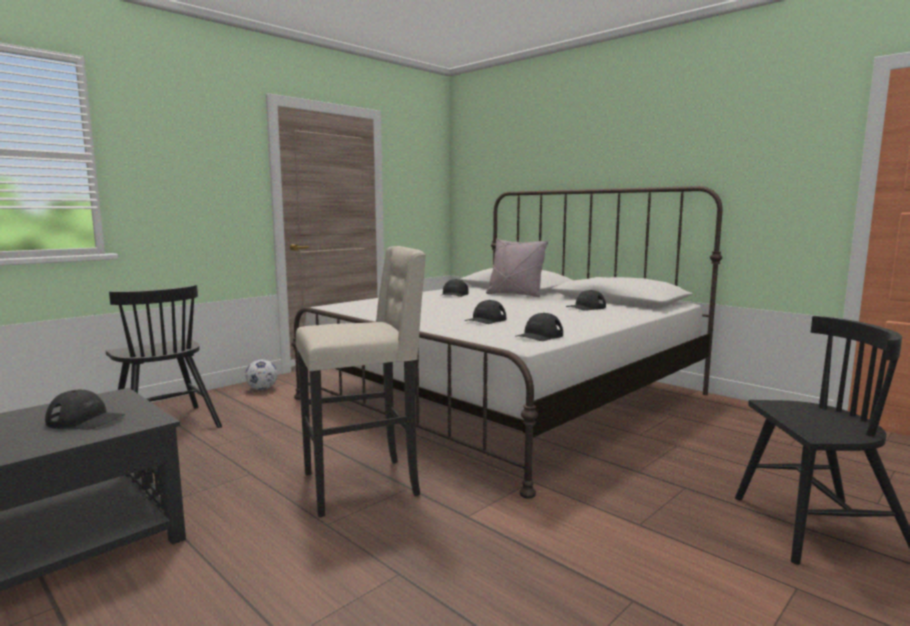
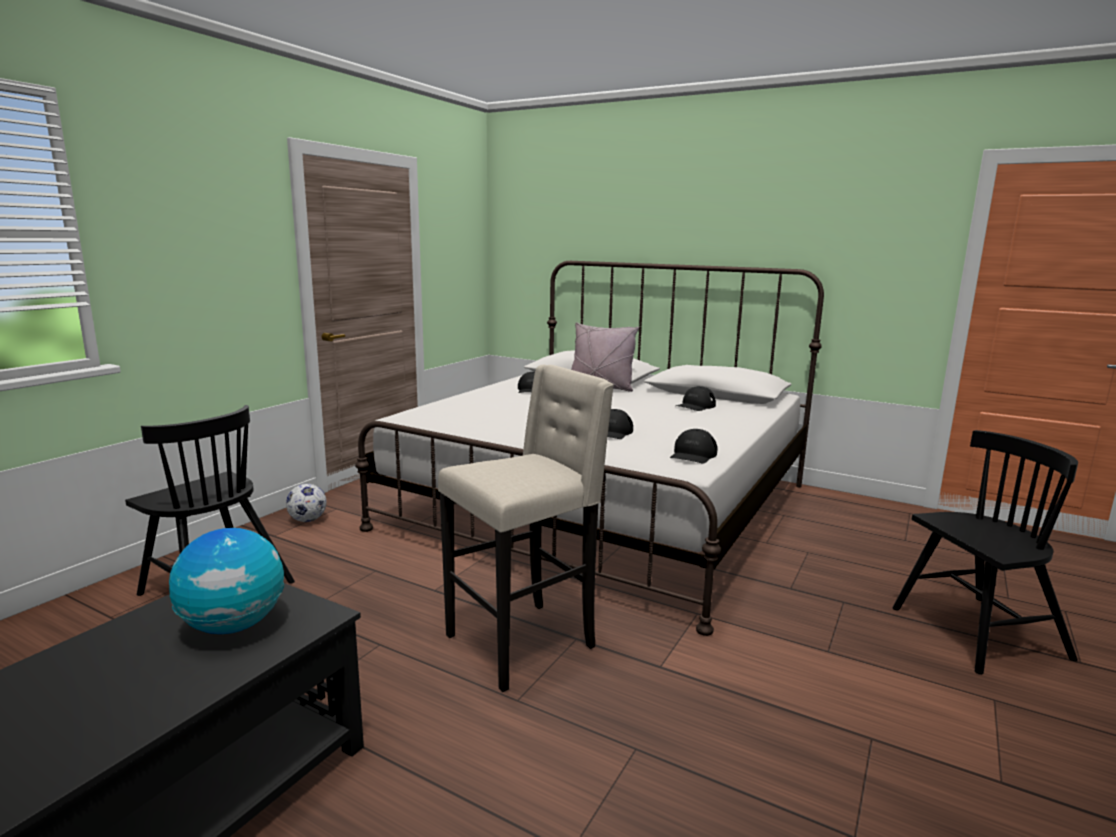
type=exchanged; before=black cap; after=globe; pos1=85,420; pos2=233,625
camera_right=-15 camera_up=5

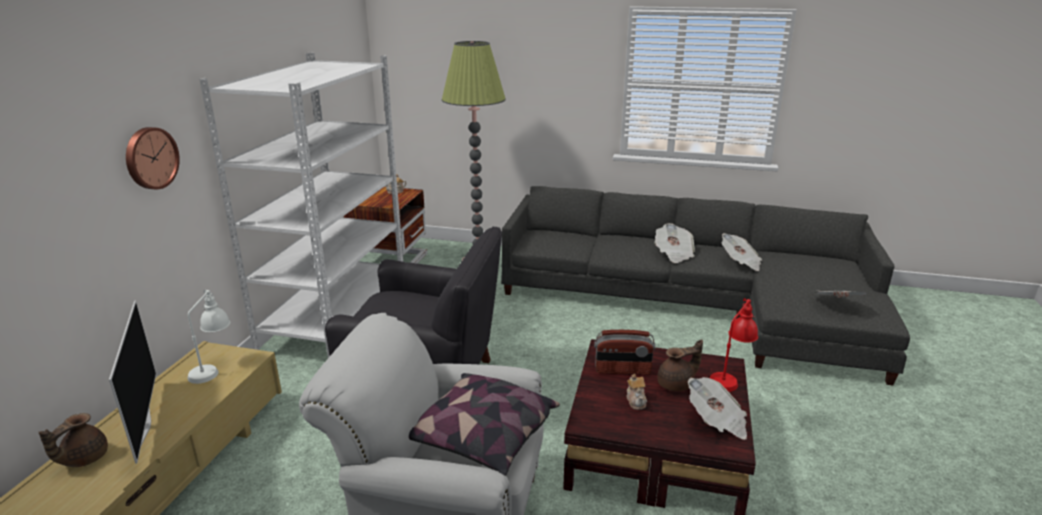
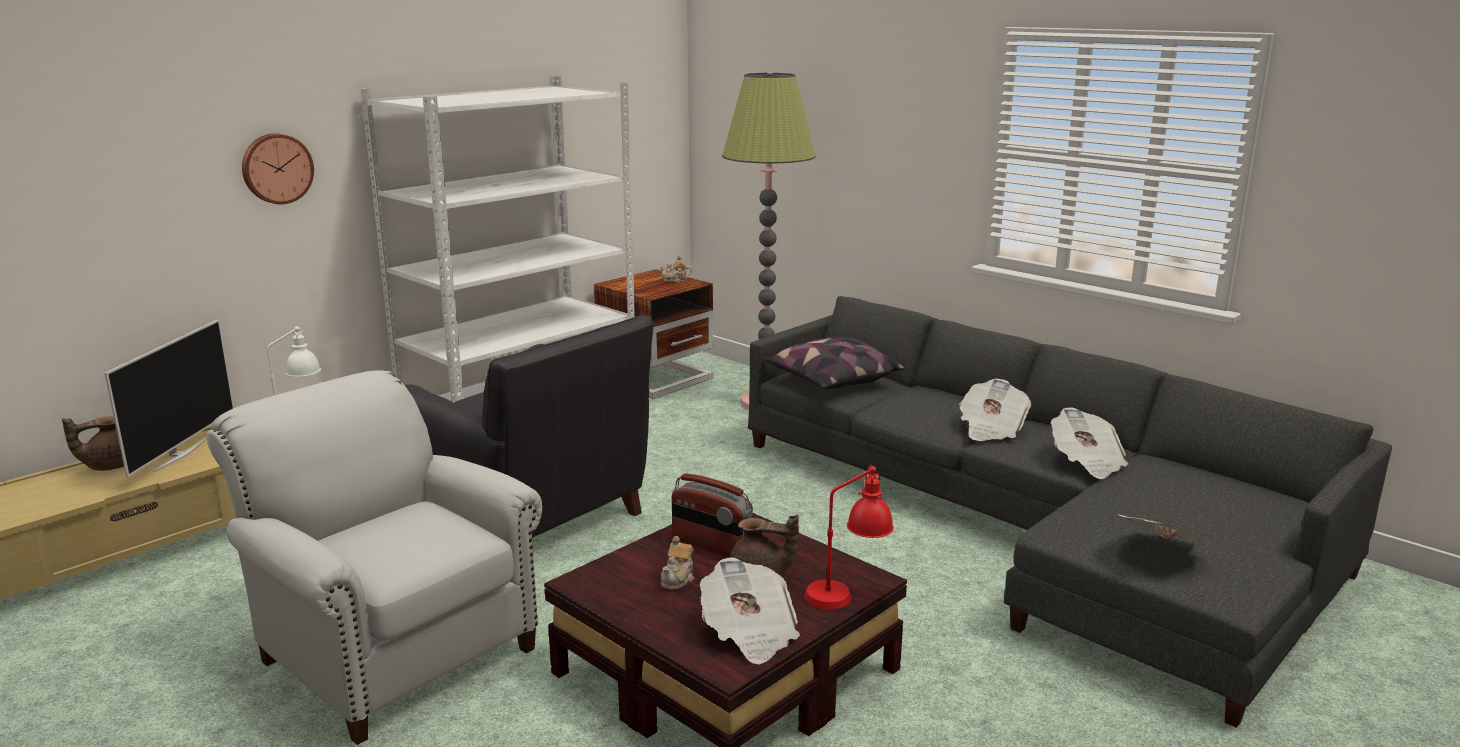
type=relocated; before=pillow; pos1=483,438; pos2=832,382
camera_right=30 camera_up=-5

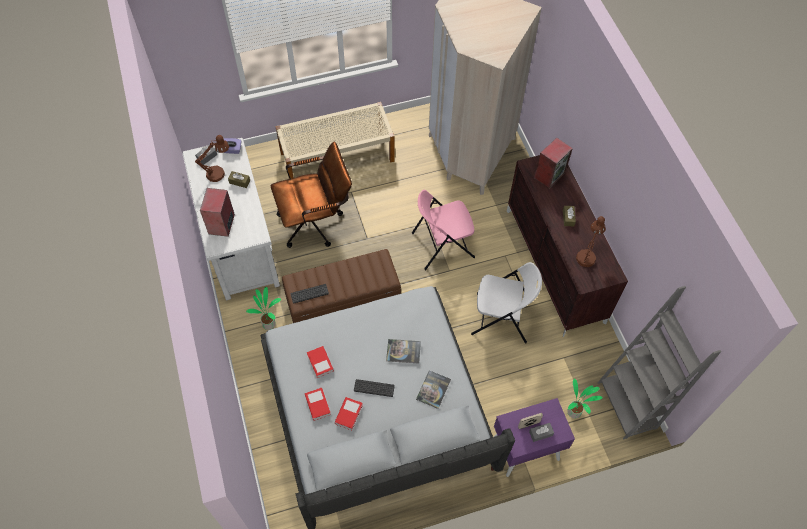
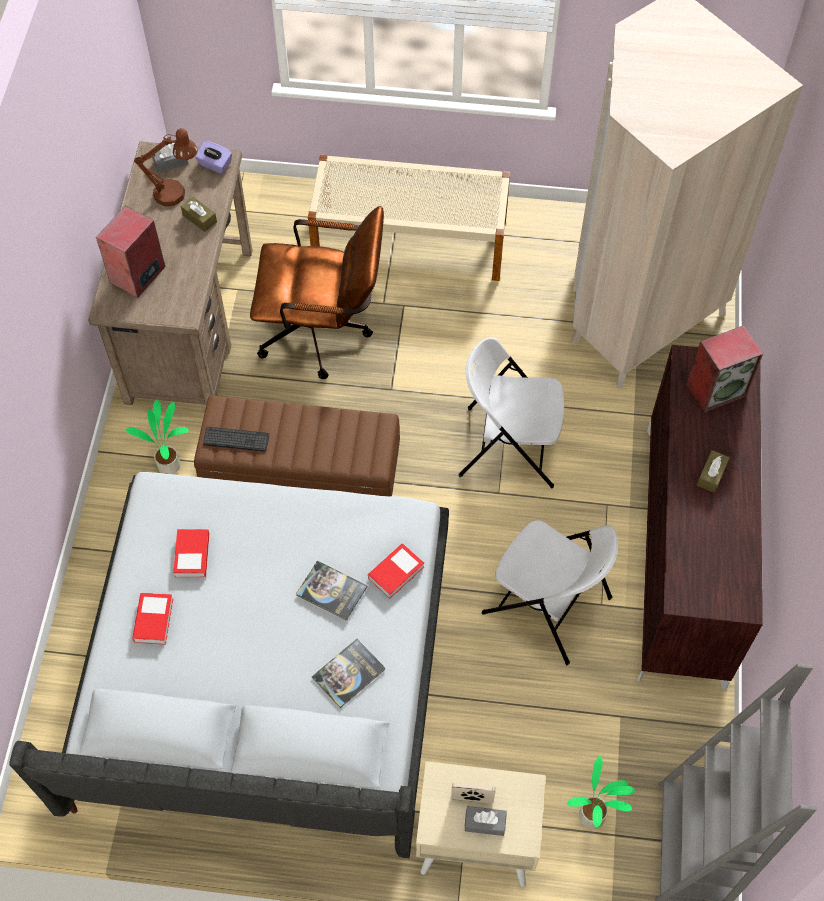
type=colour; before=white desk; after=brown desk; pos1=240,244; pos2=189,324
type=relocated; before=book; pos1=348,414; pos2=396,573
type=colour; before=purple nightstand; after=beige nightstand; pos1=525,449; pos2=475,841
type=colour; before=pink chair; after=white chair; pos1=442,245; pos2=509,446
type=missing; before=keyboard; pos1=374,388
type=missing; before=brown table lamp; pos1=587,255
camera_right=25 camera_up=0

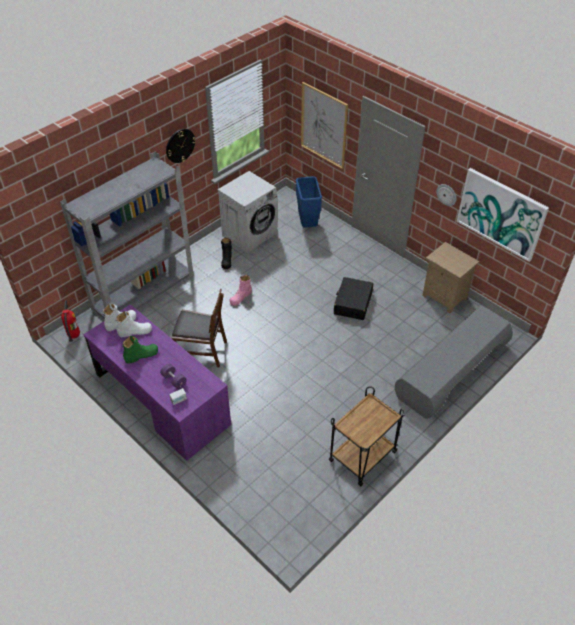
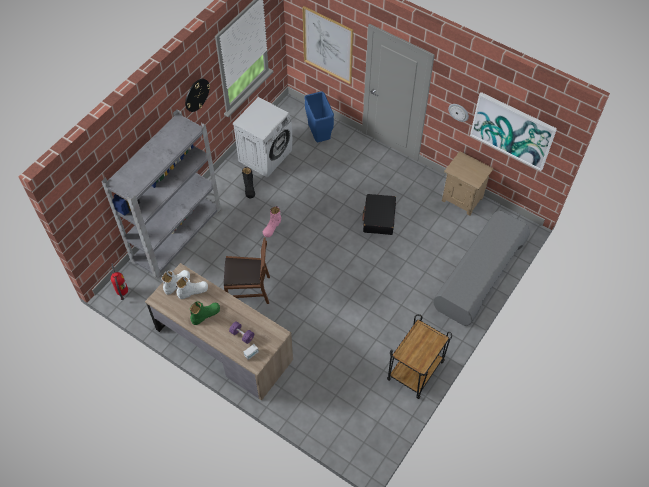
type=colour; before=purple desk; after=brown desk; pos1=161,399; pos2=223,344
camera_right=-10 camera_up=10

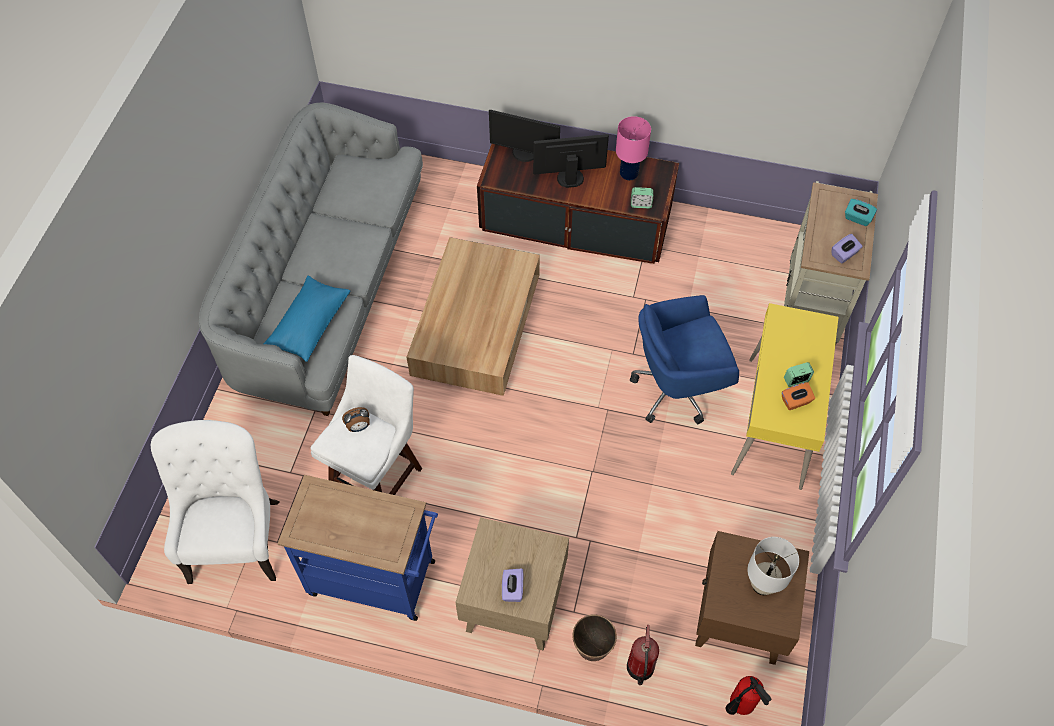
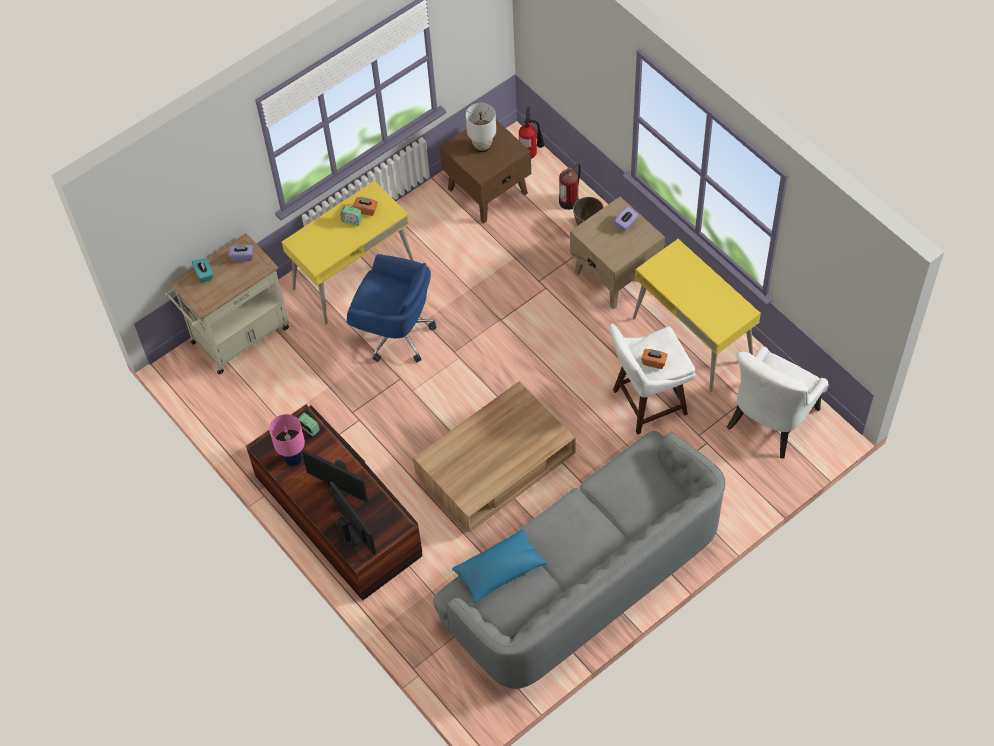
type=relocated; before=blue pillow; pos1=309,325; pos2=499,571
type=exchanged; before=blue cart; after=yellow desk; pos1=376,579; pos2=692,339
type=exchanged; before=alarm clock; after=orange tissue box; pos1=358,427; pos2=654,362
camera_right=-140 camera_up=0

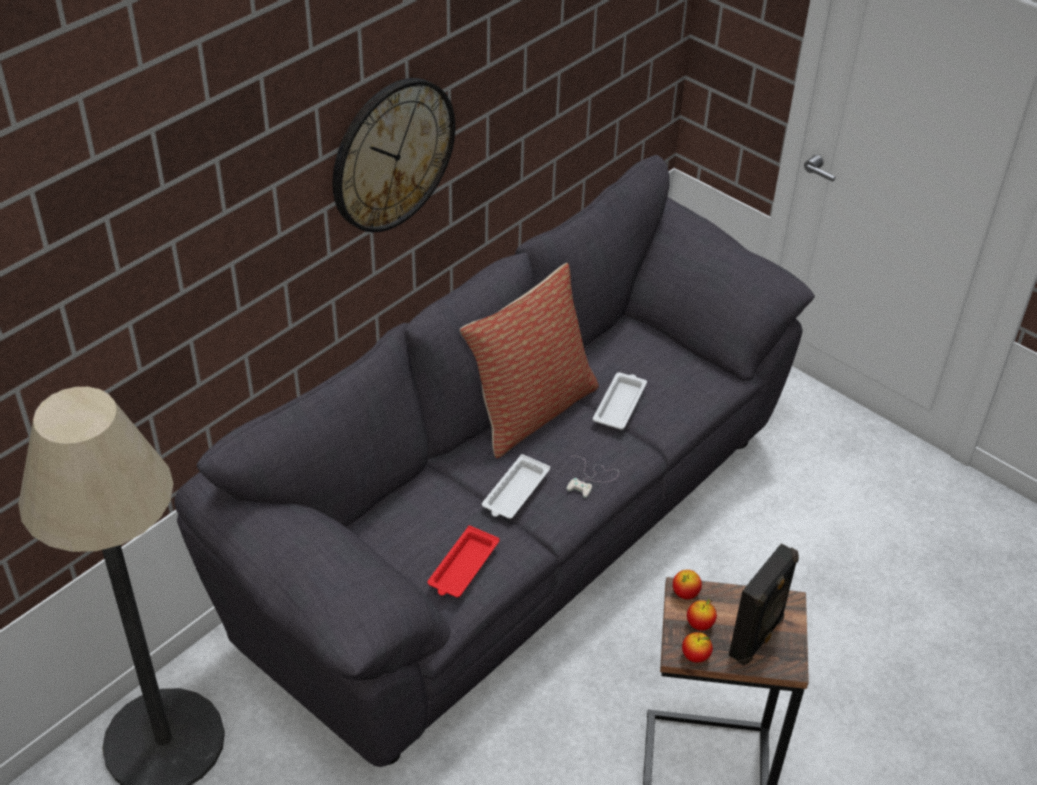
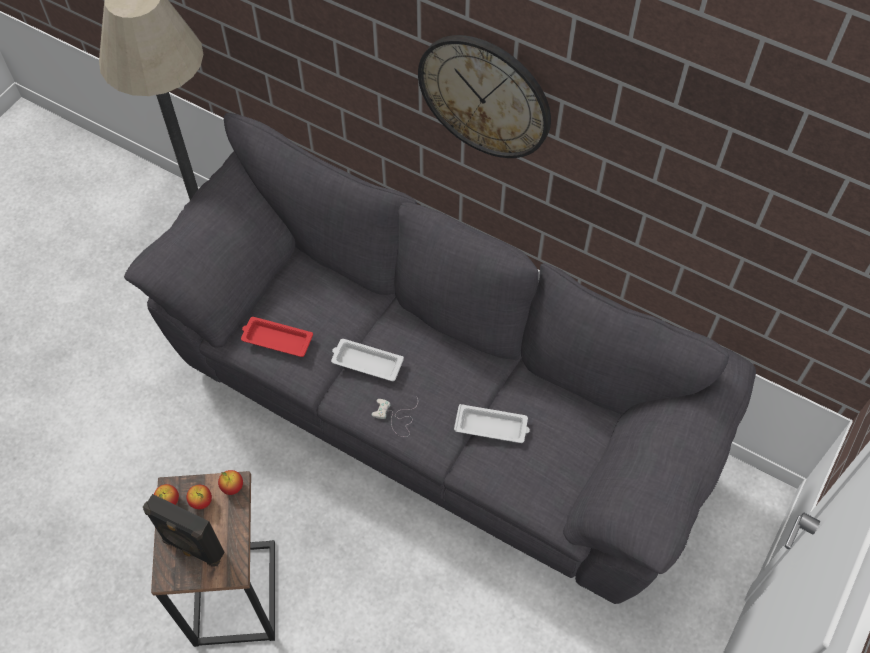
type=missing; before=pillow; pos1=530,409
camera_right=80 camera_up=15

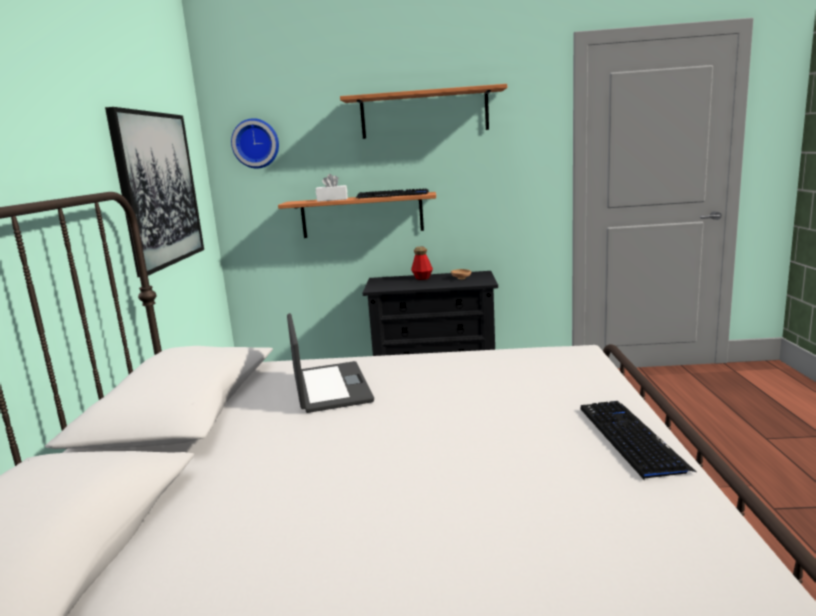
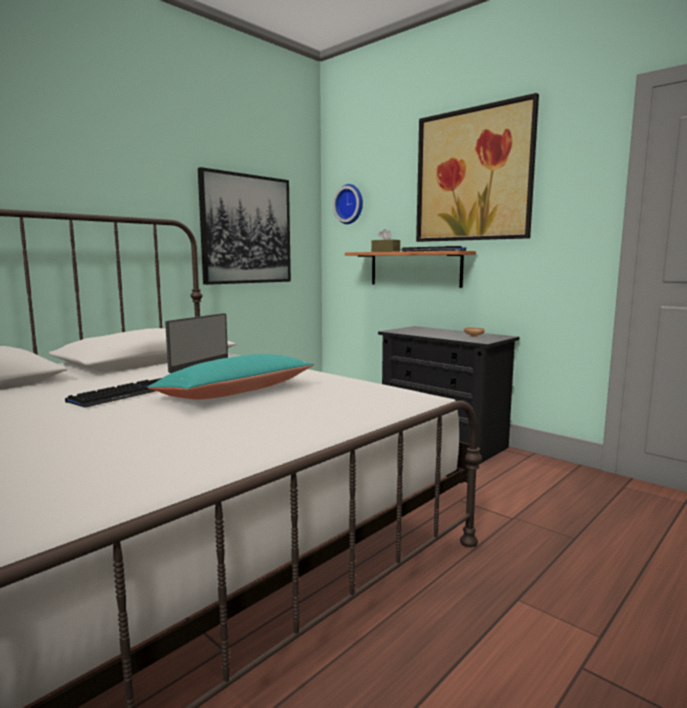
type=relocated; before=keyboard; pos1=630,439; pos2=127,394
type=appeared; after=turquoise pillow; pos2=235,393
type=colour; before=white tissue box; after=brown tissue box; pos1=332,199; pos2=385,251
type=exchanged; before=shelf; after=picture; pos1=424,113; pos2=473,175
type=missing; before=bottle; pos1=422,278
camera_right=40 camera_up=-5

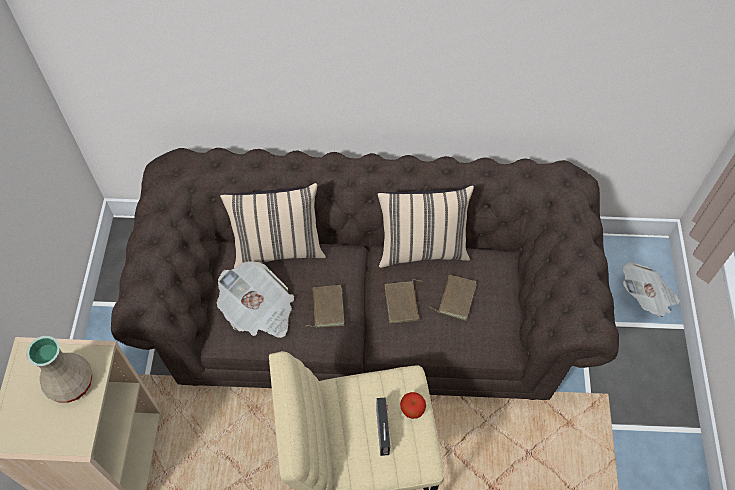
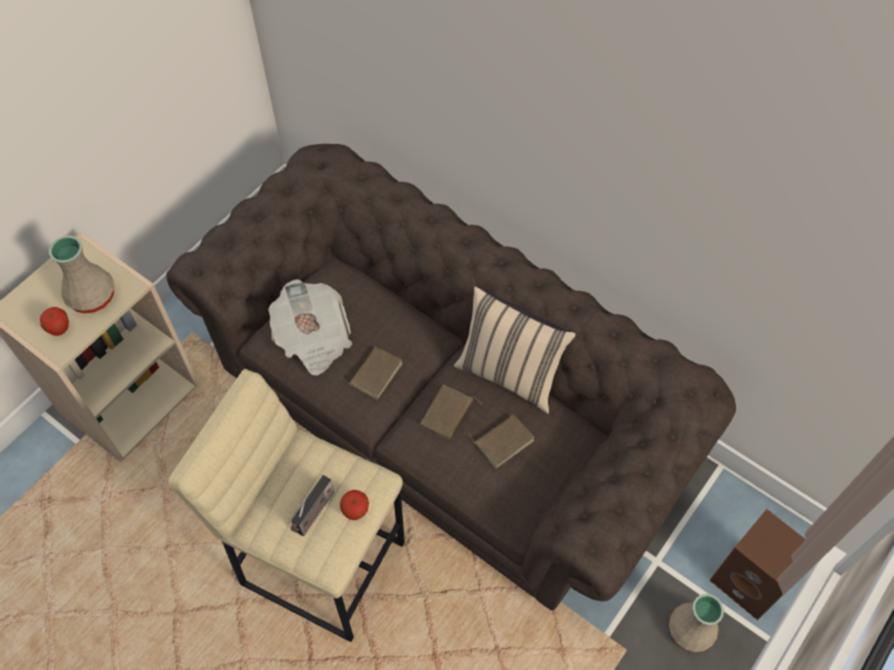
type=appeared; after=apple; pos2=60,330
type=appeared; after=beige vase; pos2=691,629
type=exchanged; before=newspaper; after=brown speaker; pos1=646,297; pos2=750,581
type=missing; before=beige pillow; pos1=278,248
camera_right=35 camera_up=0

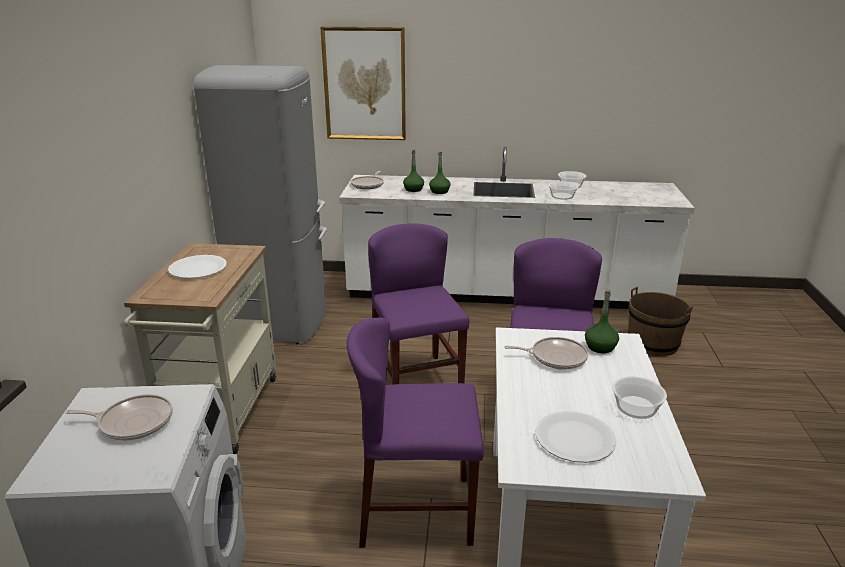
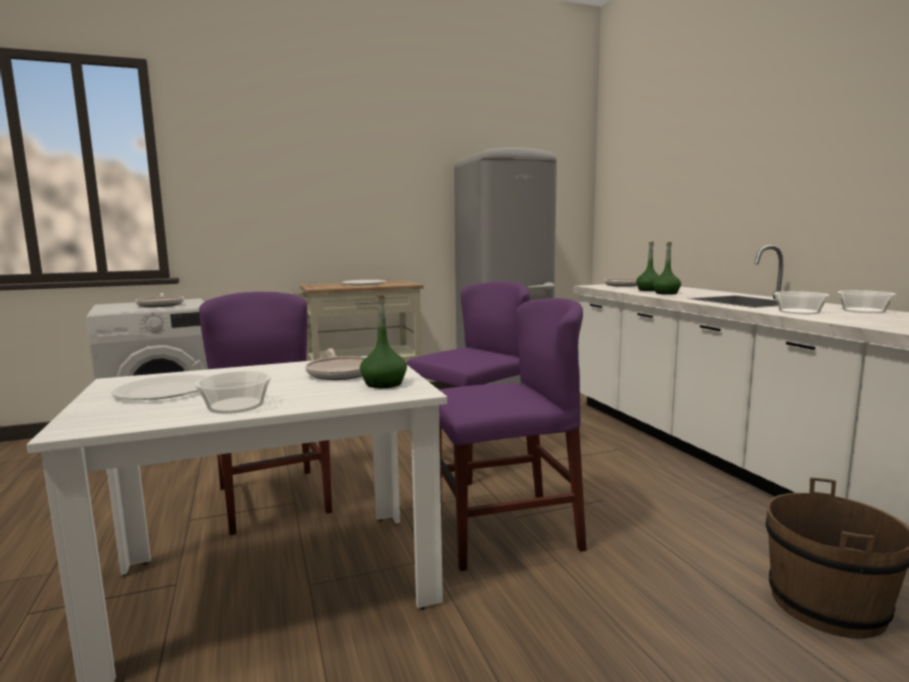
type=missing; before=picture; pos1=364,84
camera_right=65 camera_up=-15

